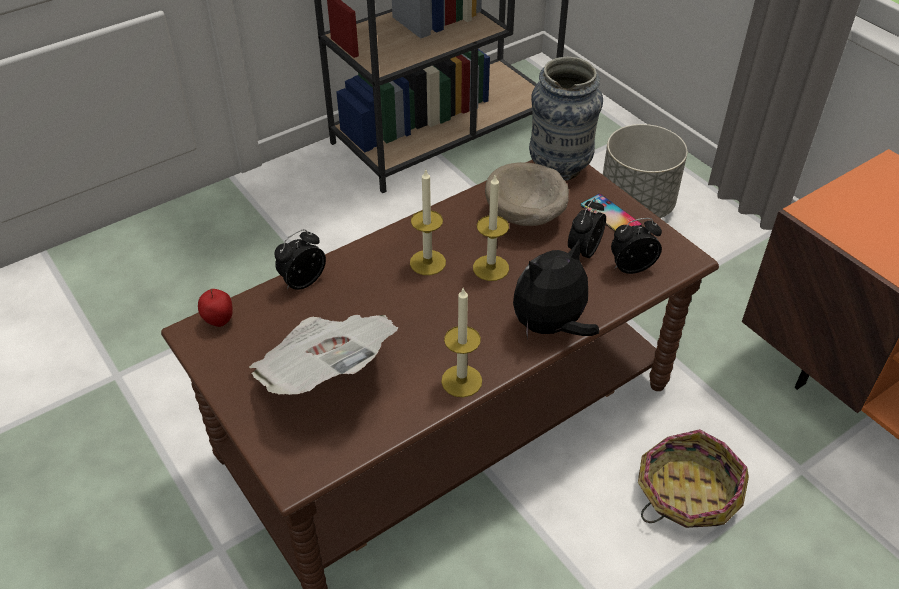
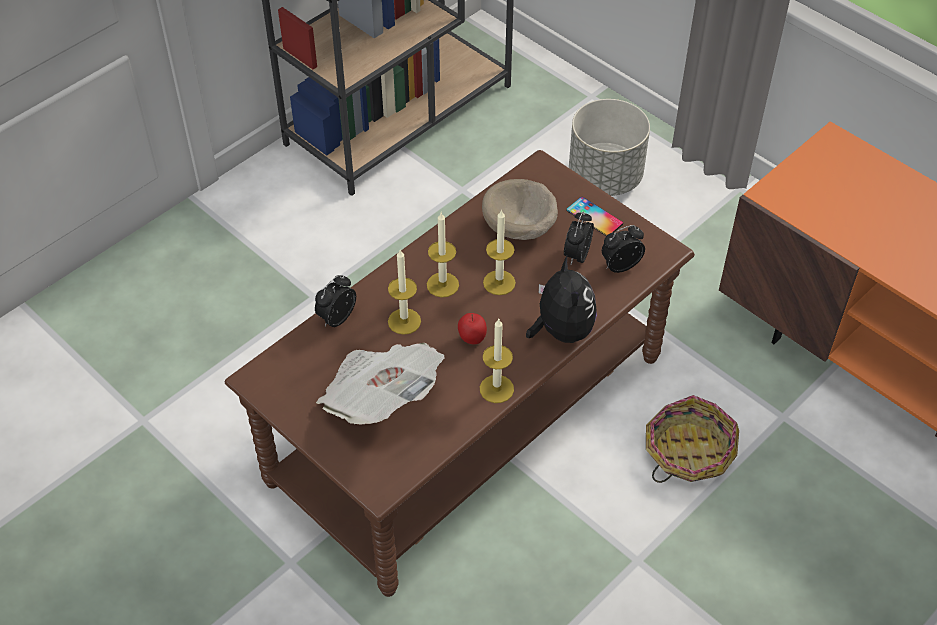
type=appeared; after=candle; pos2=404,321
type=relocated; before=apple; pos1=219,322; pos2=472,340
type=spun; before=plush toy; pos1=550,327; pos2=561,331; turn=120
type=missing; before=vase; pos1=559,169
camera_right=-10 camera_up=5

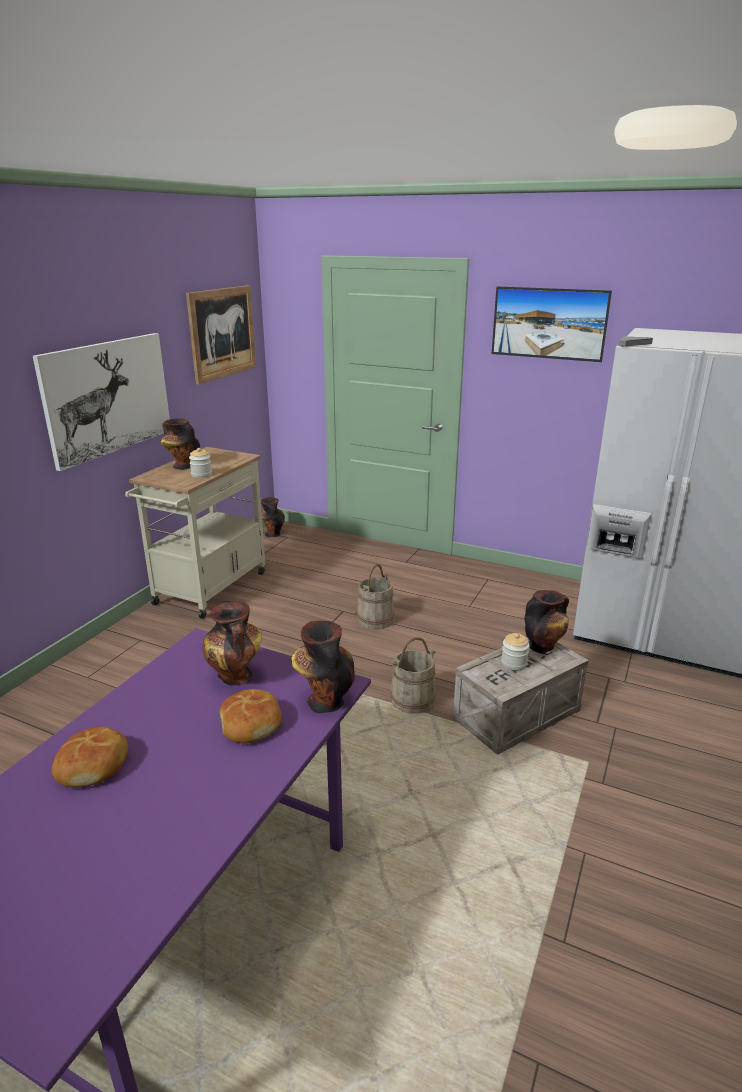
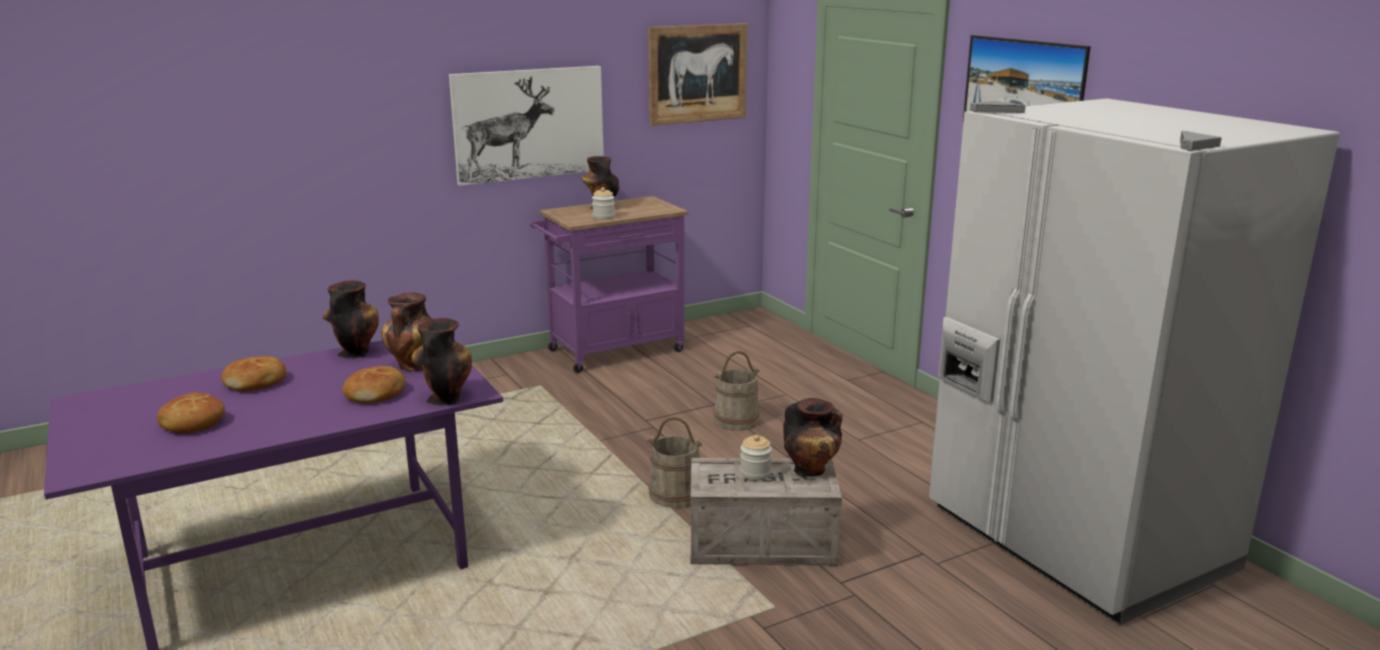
type=appeared; after=bread; pos2=192,423
type=relocated; before=vase; pos1=272,533; pos2=355,352
type=colour; before=beige cart; after=purple cart; pos1=208,590; pos2=612,352
camera_right=35 camera_up=-5

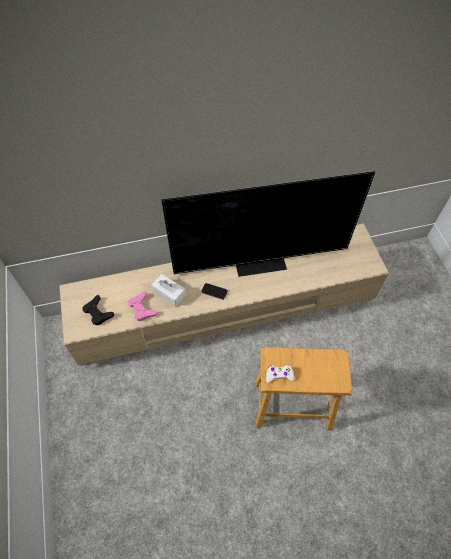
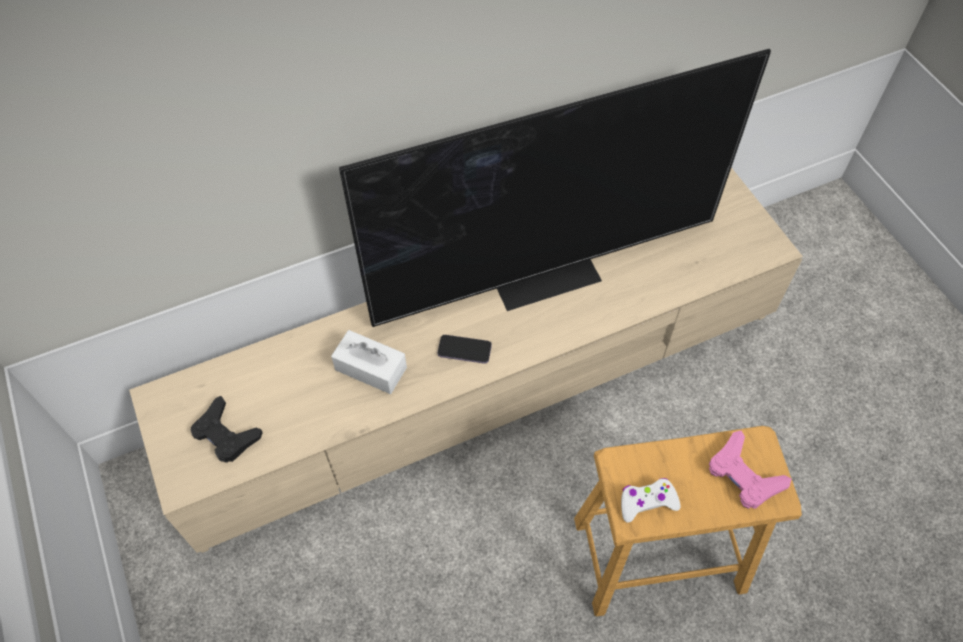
type=relocated; before=pink game controller; pos1=142,308; pos2=744,475
camera_right=-10 camera_up=0

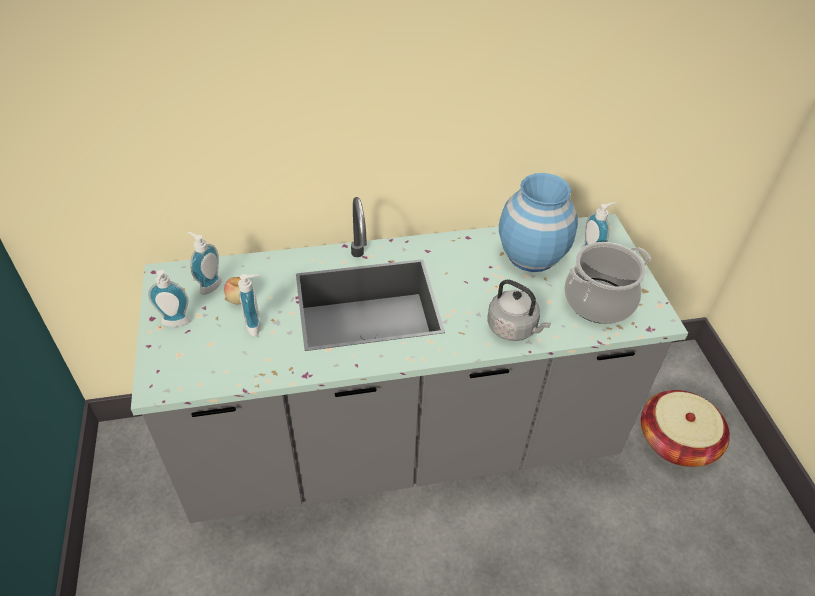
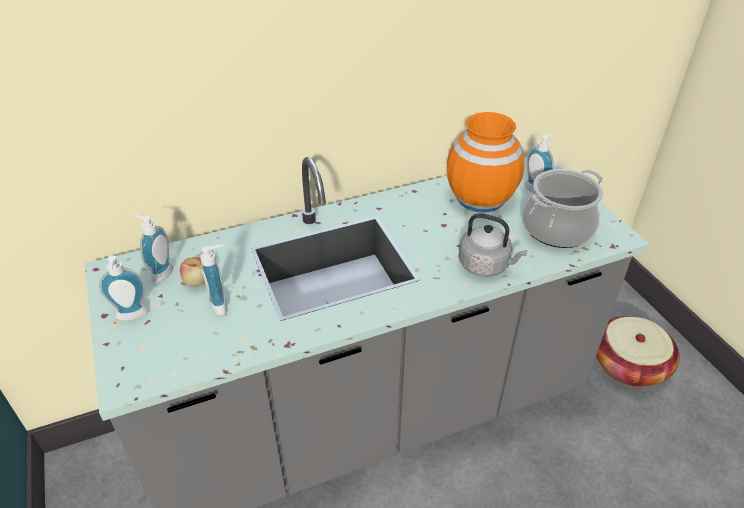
type=colour; before=blue vase; after=orange vase; pos1=531,256; pos2=480,198
camera_right=-10 camera_up=-5

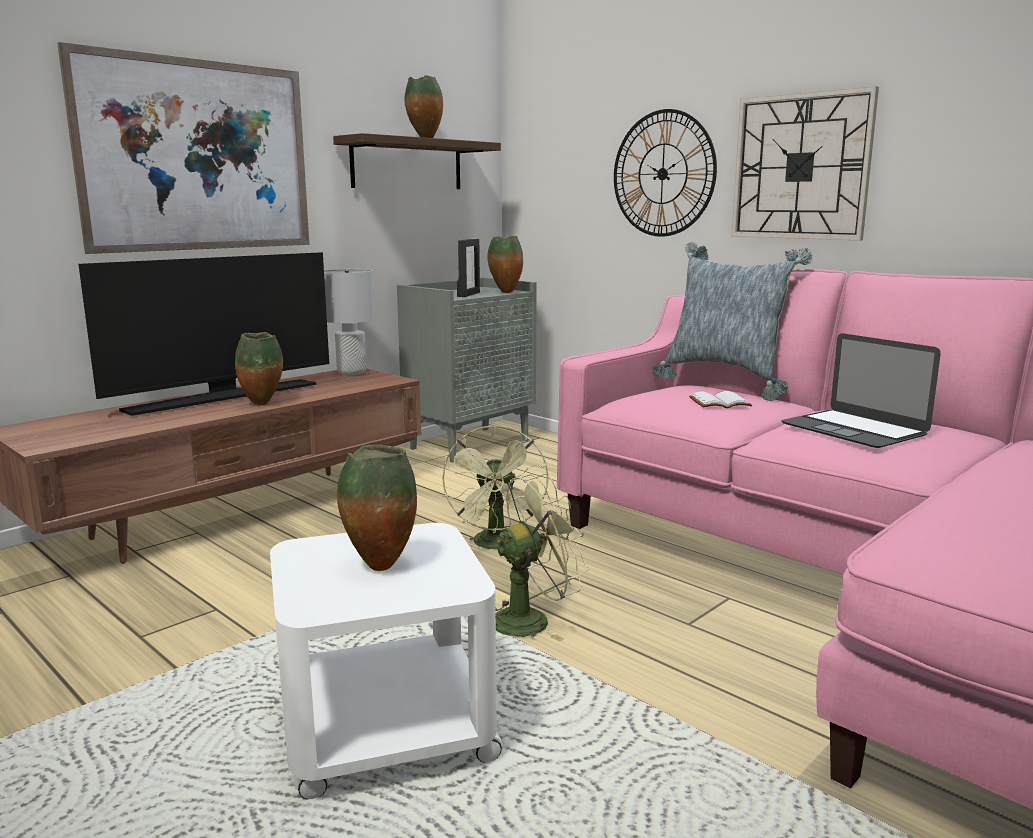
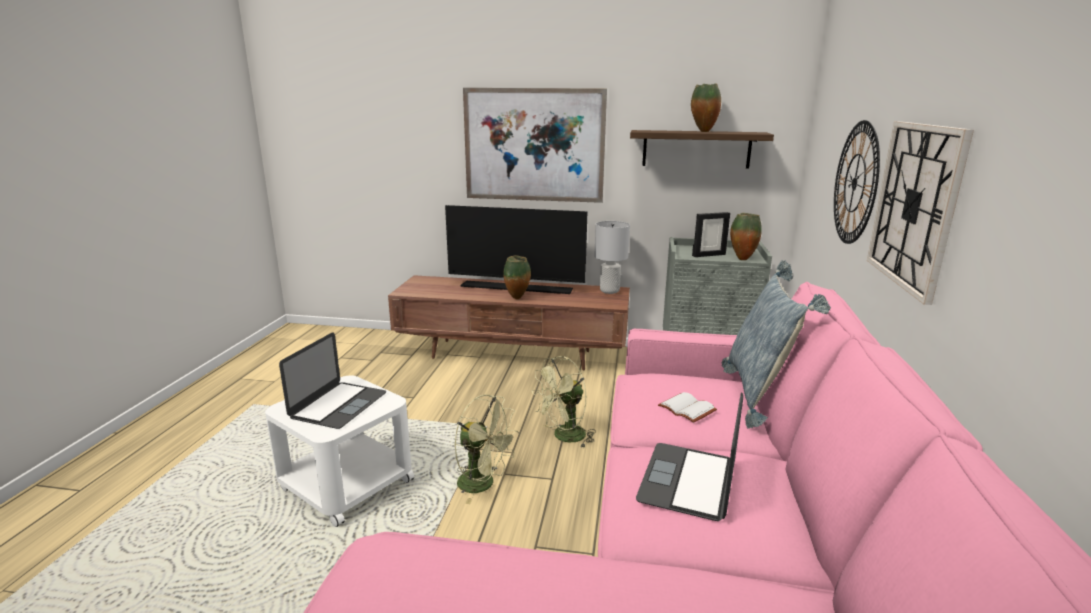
type=exchanged; before=vase; after=laptop; pos1=379,565; pos2=338,405
camera_right=55 camera_up=5

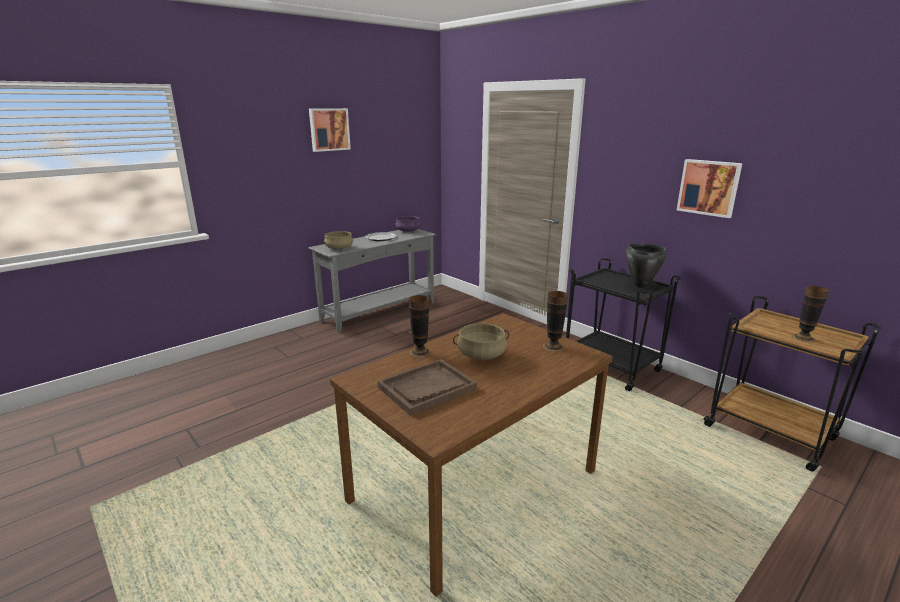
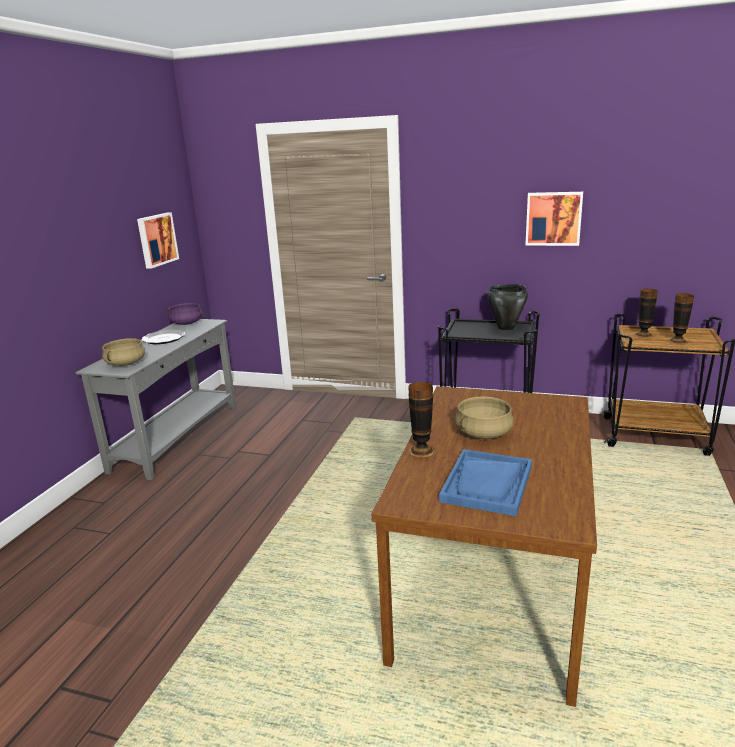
type=relocated; before=picture; pos1=329,129; pos2=156,239
type=colour; before=brown tray; after=blue tray; pos1=427,388; pos2=487,484
type=relocated; before=vase; pos1=553,347; pos2=643,335
camera_right=-30 camera_up=0

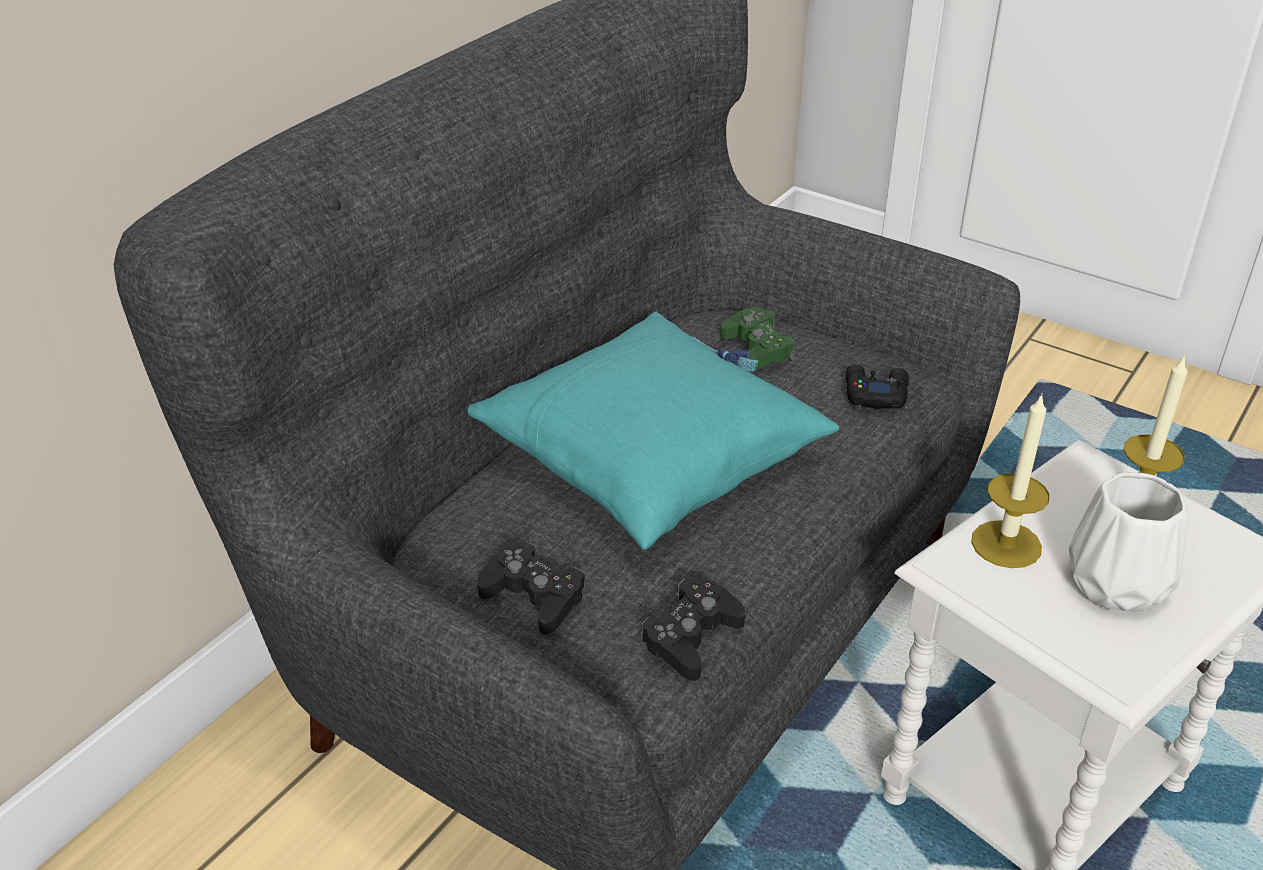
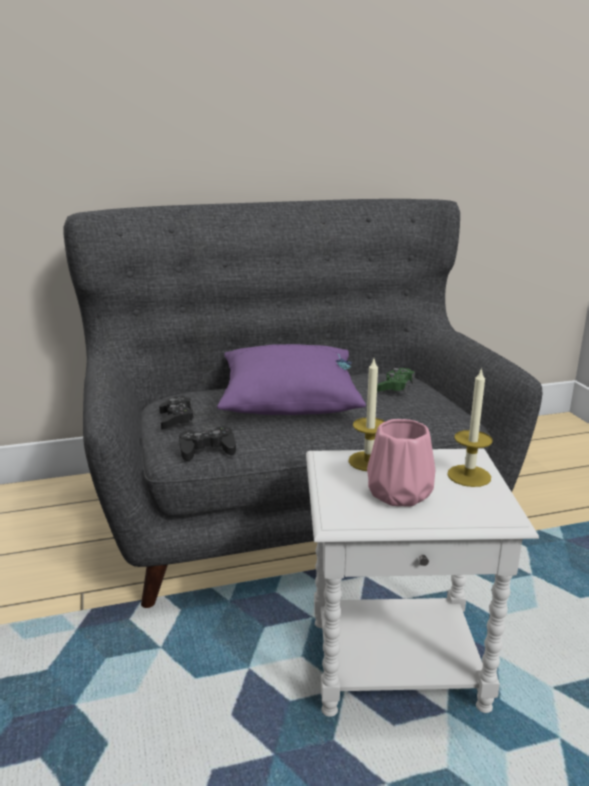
type=colour; before=turquoise pillow; after=purple pillow; pos1=650,460; pos2=288,402
type=colour; before=white vase; after=pink vase; pos1=1117,585; pos2=398,494
type=missing; before=black game controller; pos1=875,393
camera_right=40 camera_up=-15

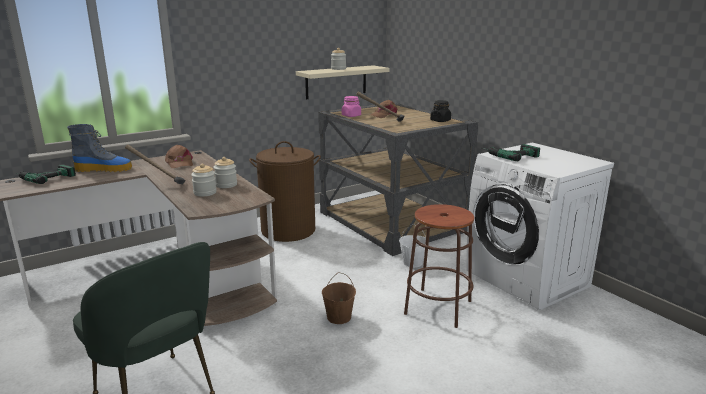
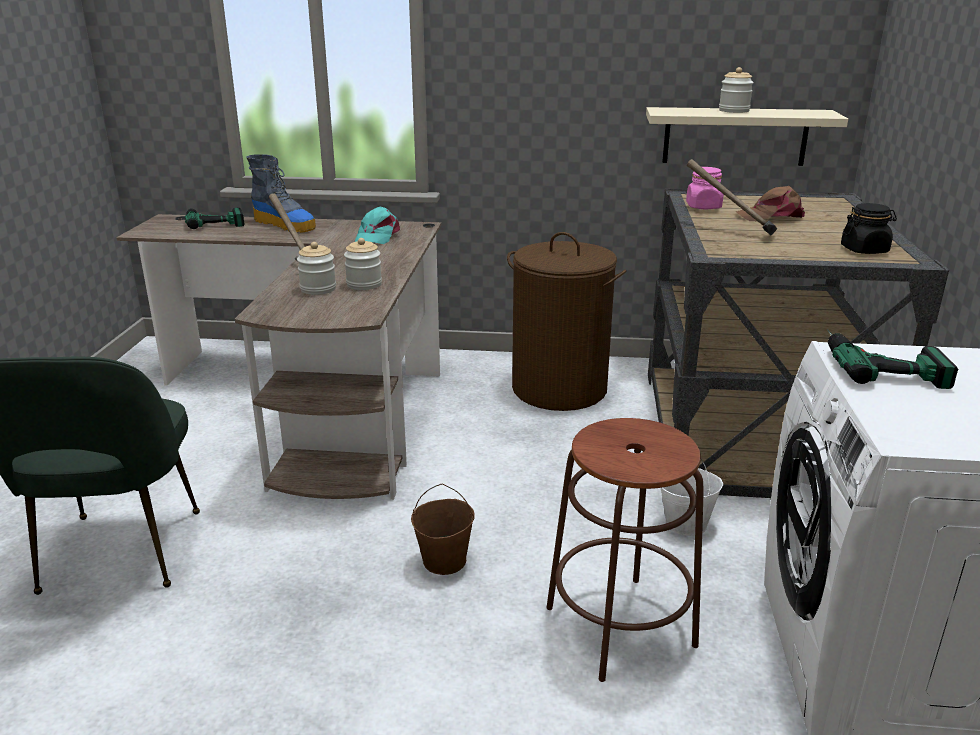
type=colour; before=brown cap; after=turquoise cap; pos1=179,163; pos2=377,236
camera_right=40 camera_up=5

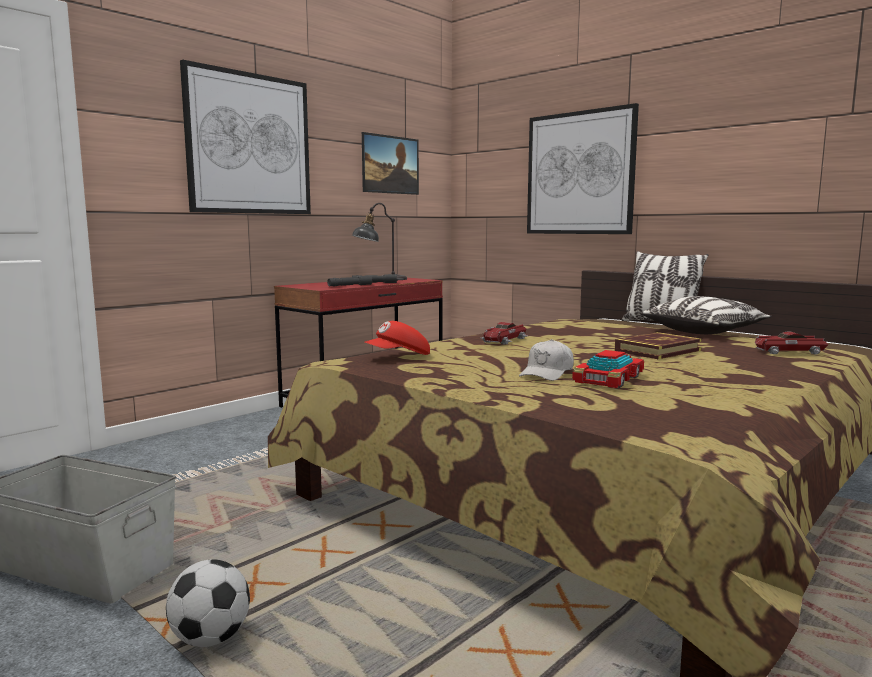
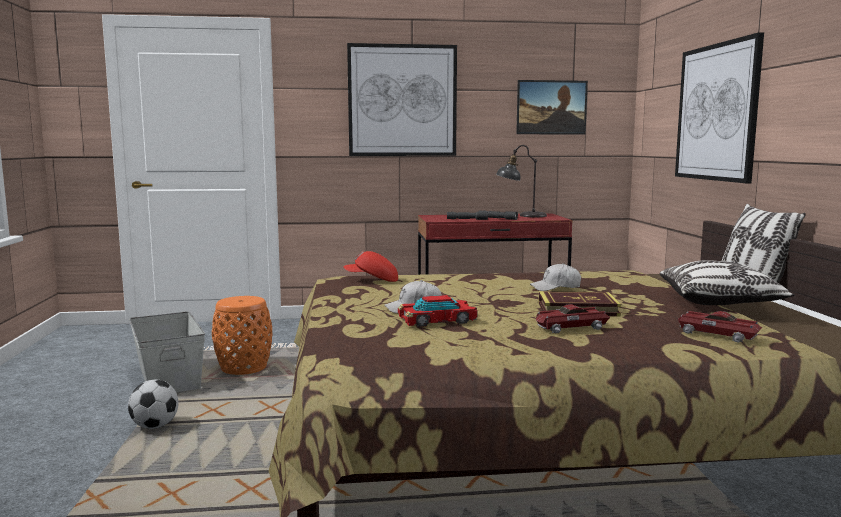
type=appeared; after=orange stool; pos2=244,368
type=appeared; after=white cap; pos2=555,287
type=relocated; before=toy car; pos1=504,340; pos2=570,327
camera_right=40 camera_up=0

